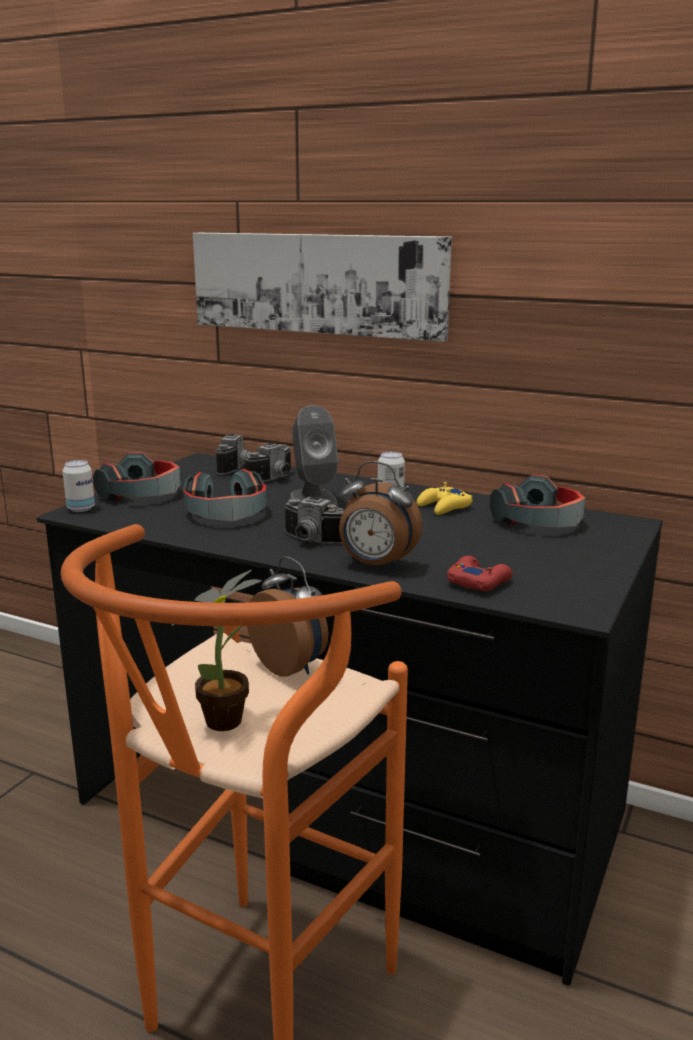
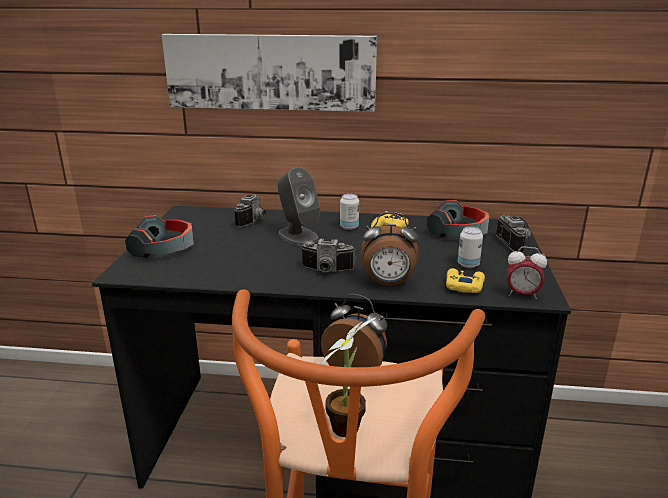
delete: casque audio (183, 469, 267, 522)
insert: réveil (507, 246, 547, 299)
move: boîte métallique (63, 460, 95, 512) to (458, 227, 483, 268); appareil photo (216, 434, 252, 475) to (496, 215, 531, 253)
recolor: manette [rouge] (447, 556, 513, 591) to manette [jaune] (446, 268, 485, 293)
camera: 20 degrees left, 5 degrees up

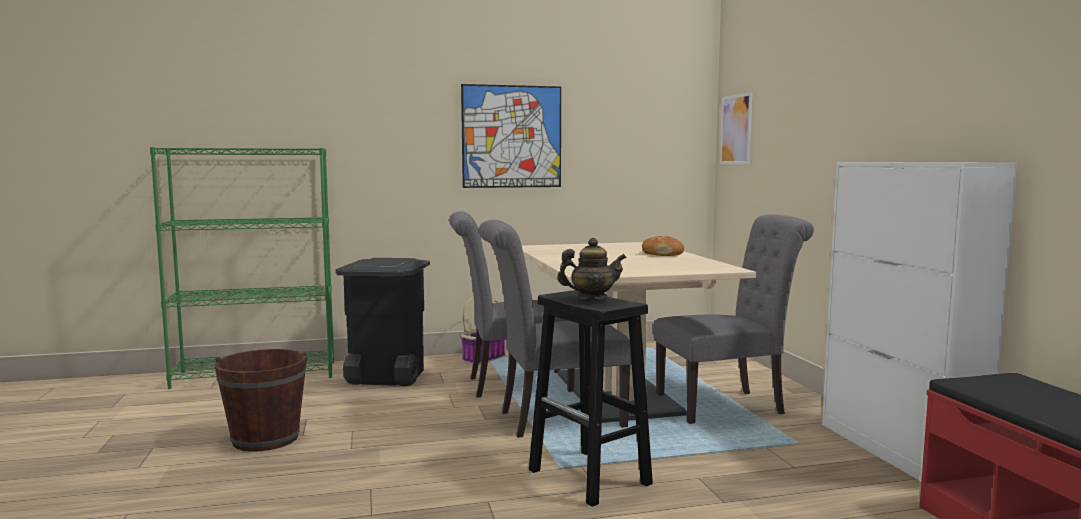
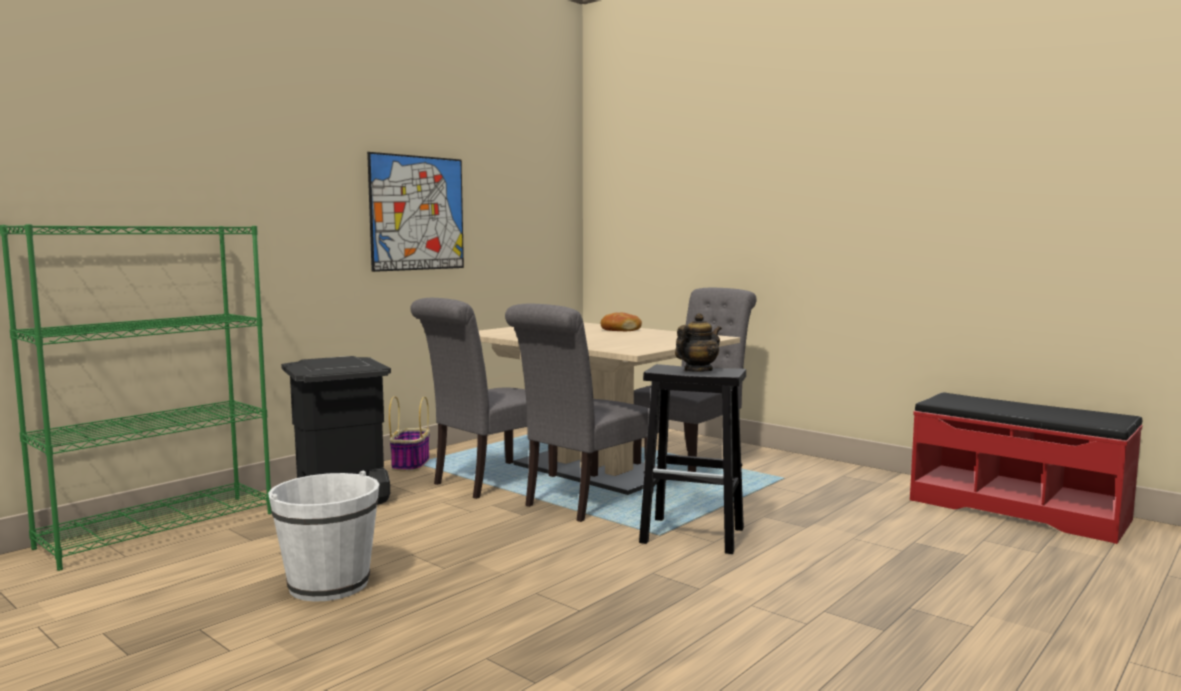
delete: tableau (720, 92, 752, 164); meuble de rangement [blanc] (822, 162, 1017, 481)
recolor: seau [marron] (214, 349, 307, 452) to seau [blanc] (268, 470, 380, 602)
camera: 35 degrees left, 0 degrees up

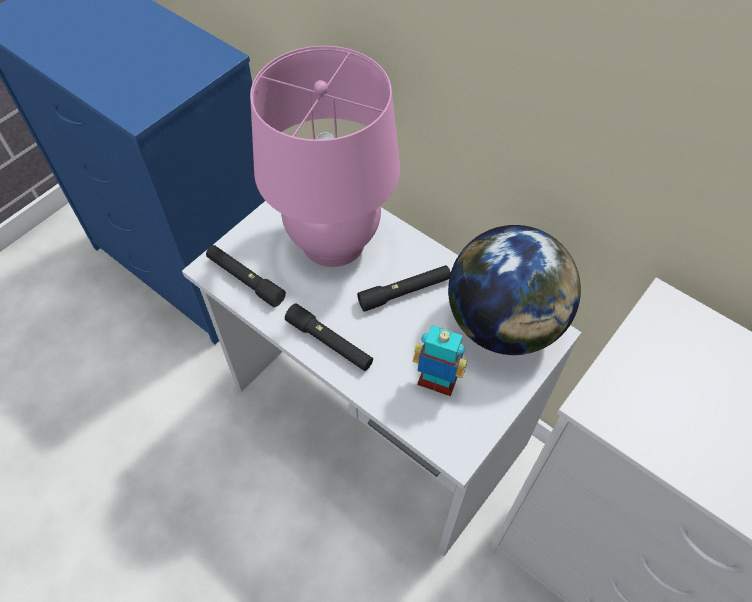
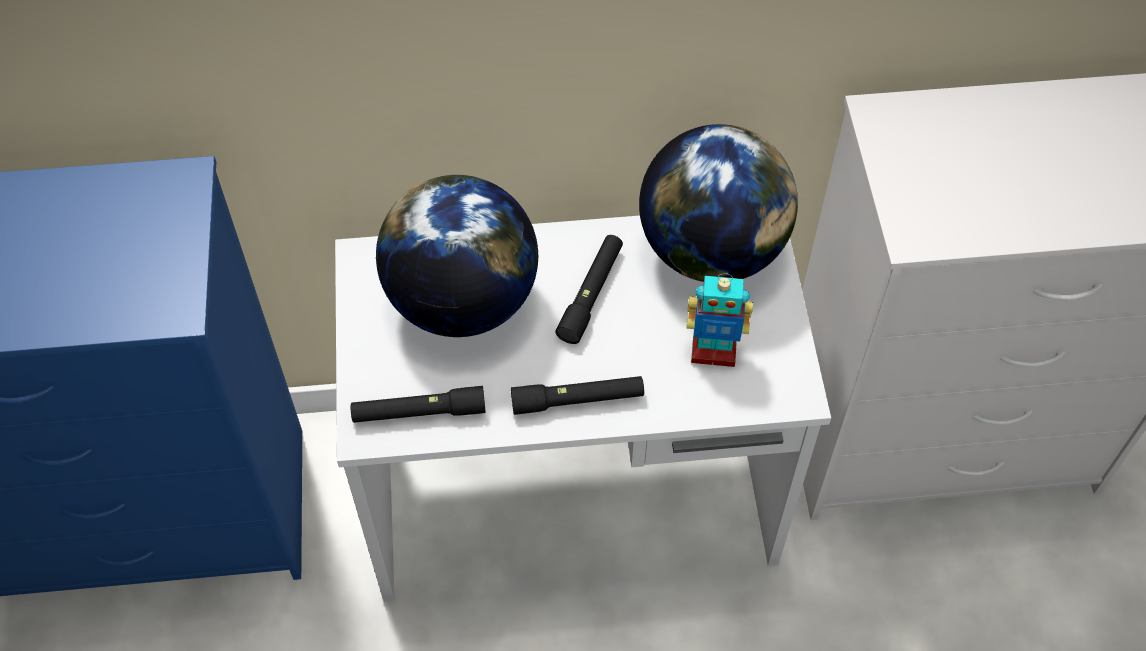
replace: lampe de table [rose] (250, 46, 400, 267) to globe (376, 175, 538, 337)
rotate: robot jouet (413, 325, 467, 396) = (686, 273, 753, 367) 150 degrees counterclockwise
camera: 45 degrees left, 0 degrees up

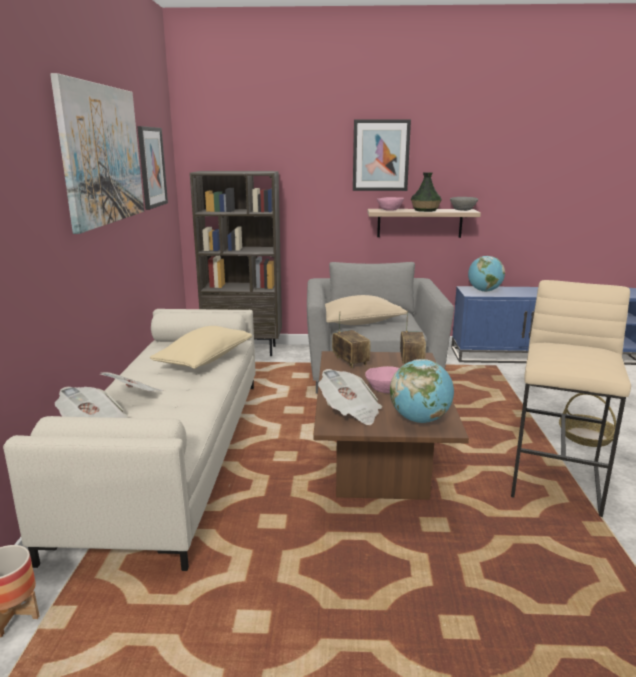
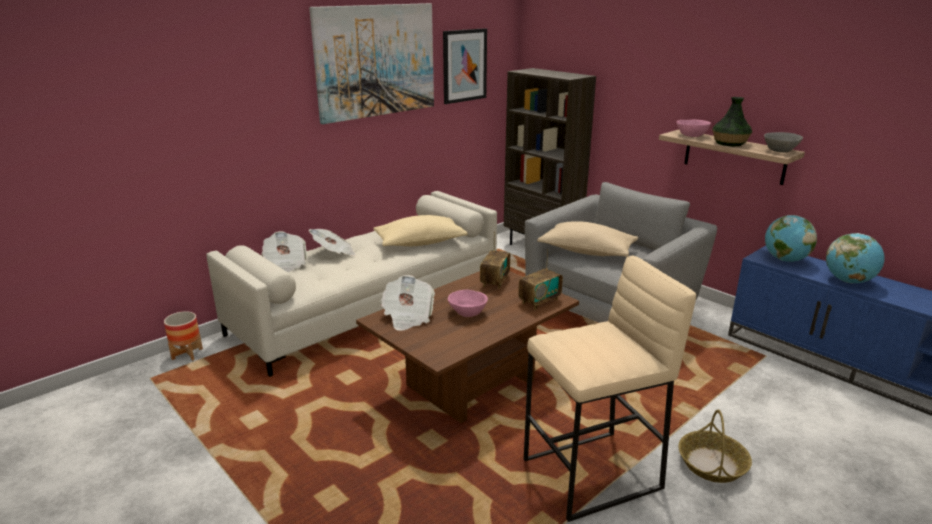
delete: tableau (353, 119, 411, 191)
move: globe (390, 359, 454, 423) to (826, 233, 885, 283)
camera: 45 degrees right, 5 degrees up

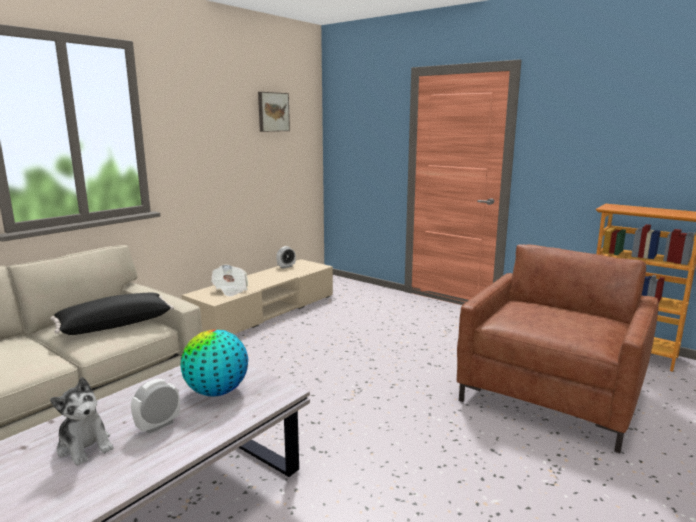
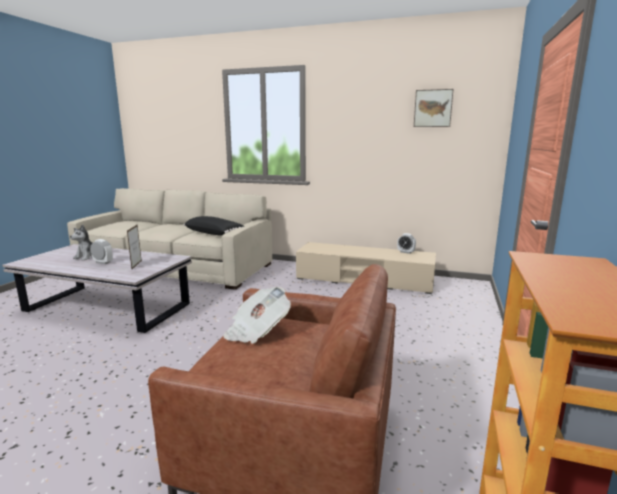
move: journal (211, 264, 248, 297) to (223, 287, 291, 344)
replace: globe (181, 329, 248, 397) to cadre photo (127, 225, 142, 269)
camera: 70 degrees right, 0 degrees up

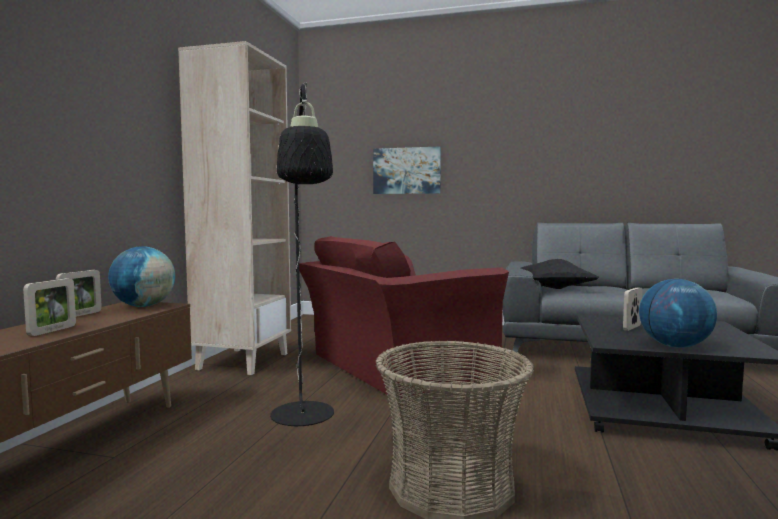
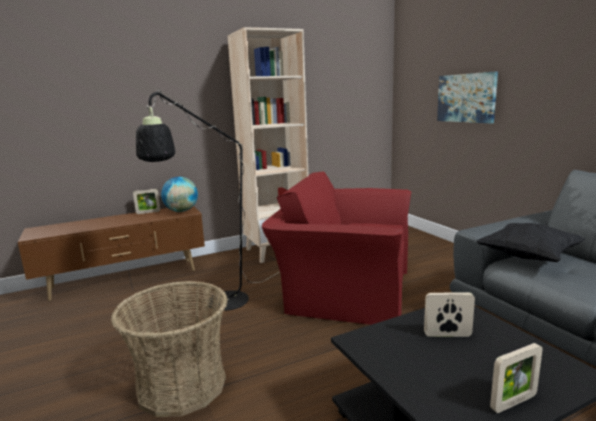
delete: globe (639, 279, 717, 348)
move: cadre photo (23, 278, 76, 336) to (490, 343, 543, 413)
camera: 50 degrees right, 10 degrees up

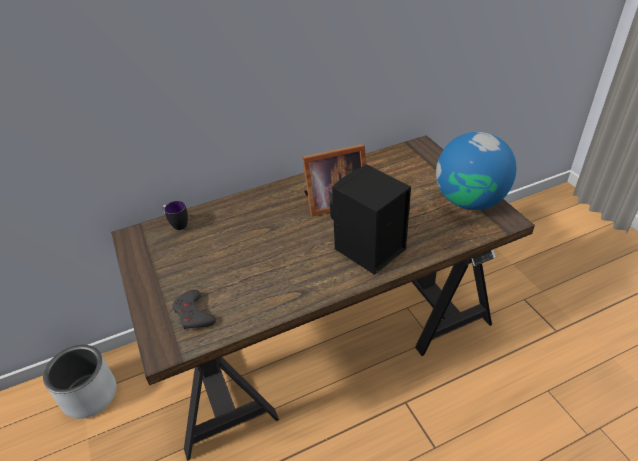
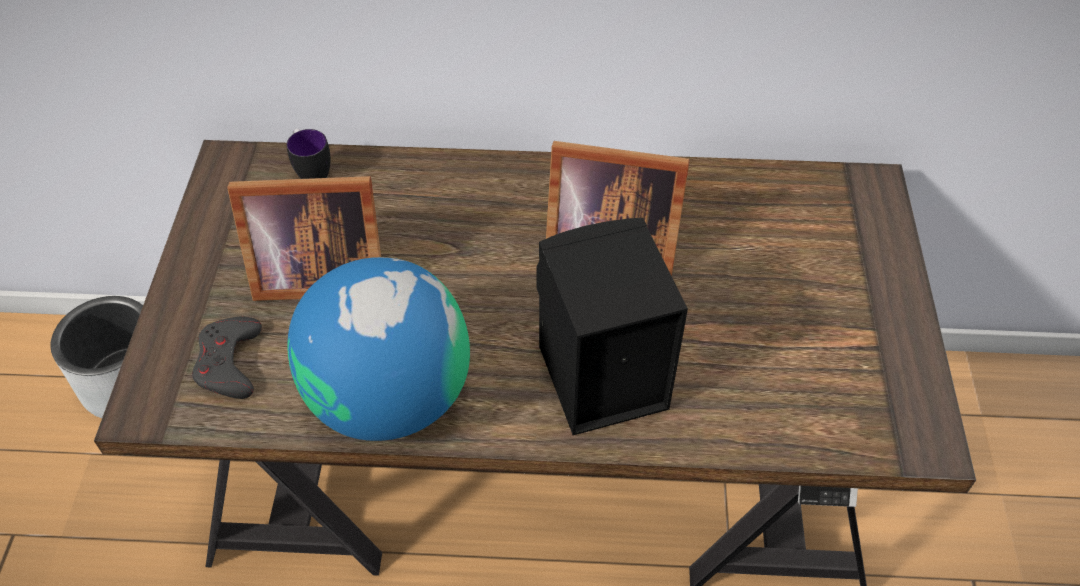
insert: cadre photo (227, 176, 381, 301)
move: globe (436, 132, 516, 210) to (287, 257, 470, 441)
camera: 25 degrees right, 10 degrees up

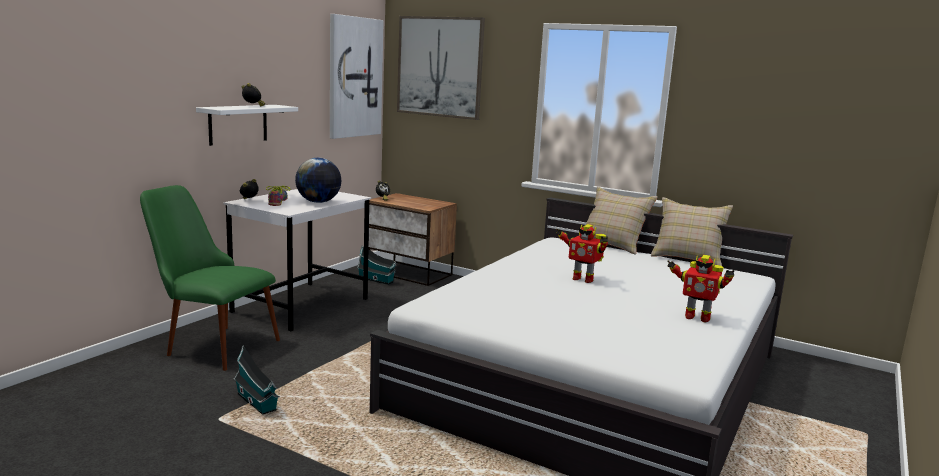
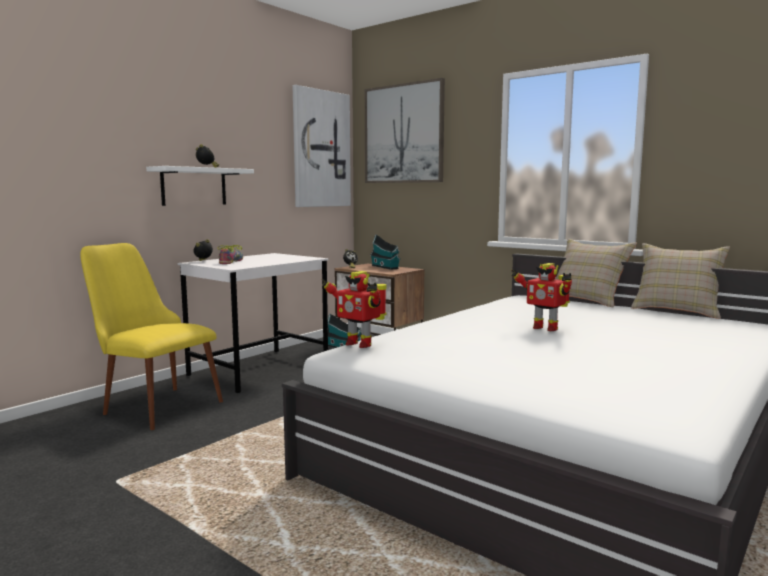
delete: globe (295, 158, 341, 203)
move: maison miniature (234, 345, 280, 415) to (370, 234, 400, 270); robot jouet (667, 255, 734, 322) to (322, 271, 386, 348)
recolor: chaise [vert] (140, 185, 280, 371) to chaise [jaune] (80, 243, 223, 430)
camera: 10 degrees right, 5 degrees down

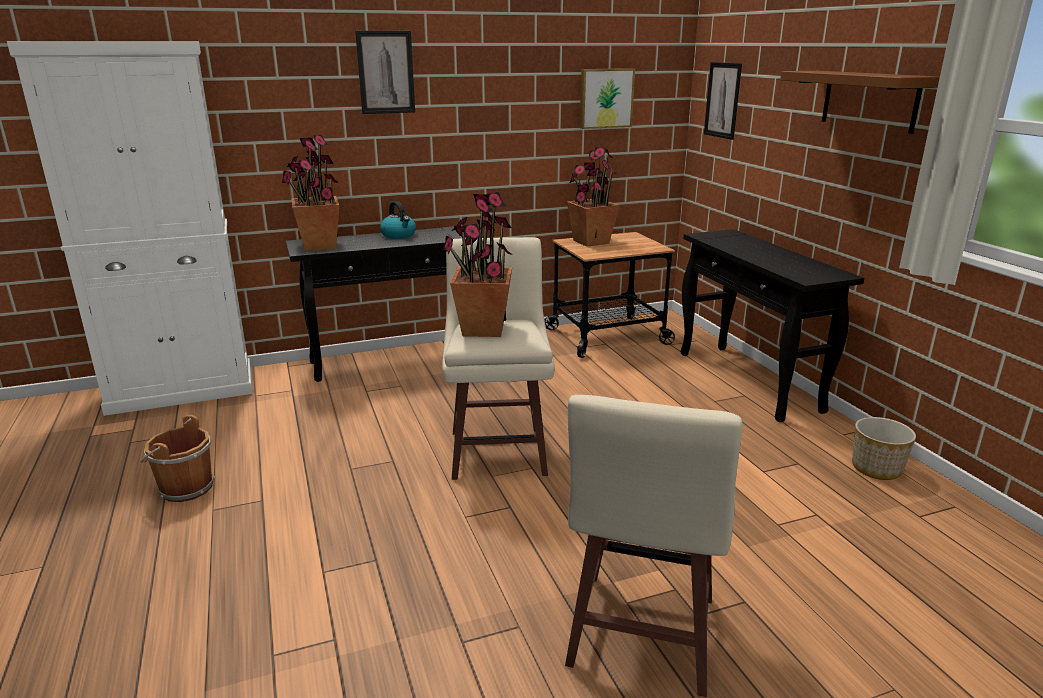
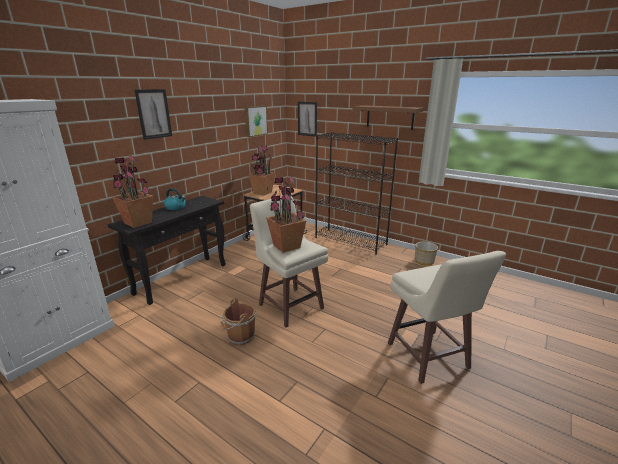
move: seau [marron] (140, 415, 215, 502) to (221, 298, 257, 345)
replace: table console [noir] (680, 229, 864, 423) to bibliothèque [noir] (315, 132, 398, 255)
camera: 35 degrees left, 0 degrees up

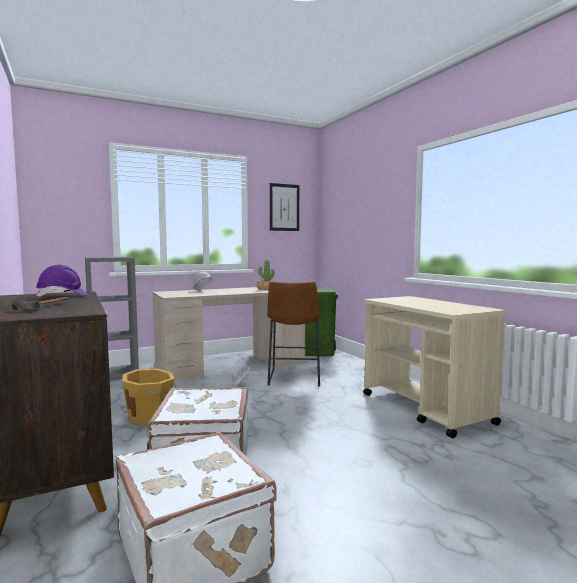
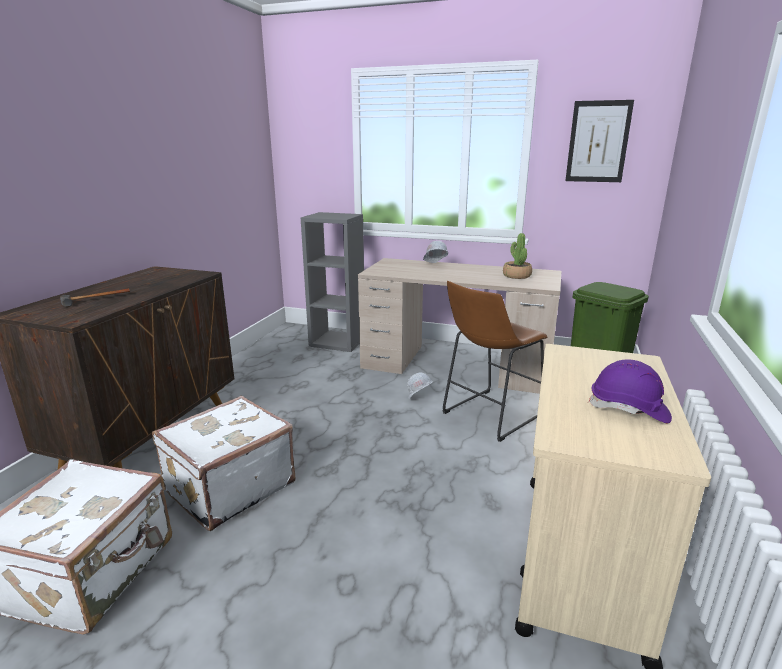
delete: seau [orange] (122, 369, 175, 425)
move: casque de chantier [violet] (36, 265, 88, 296) to (588, 359, 672, 424)
camera: 45 degrees right, 15 degrees up

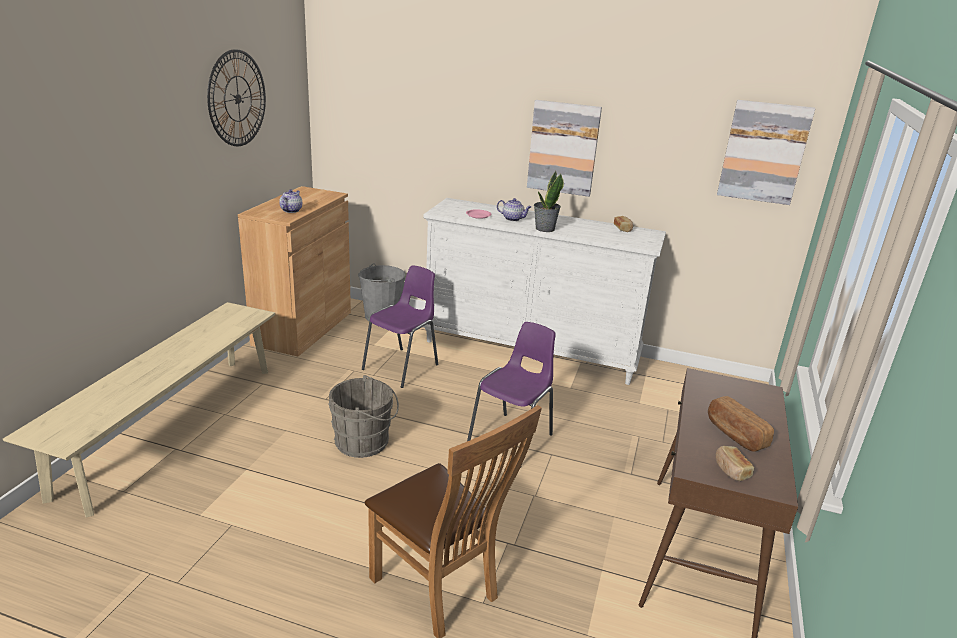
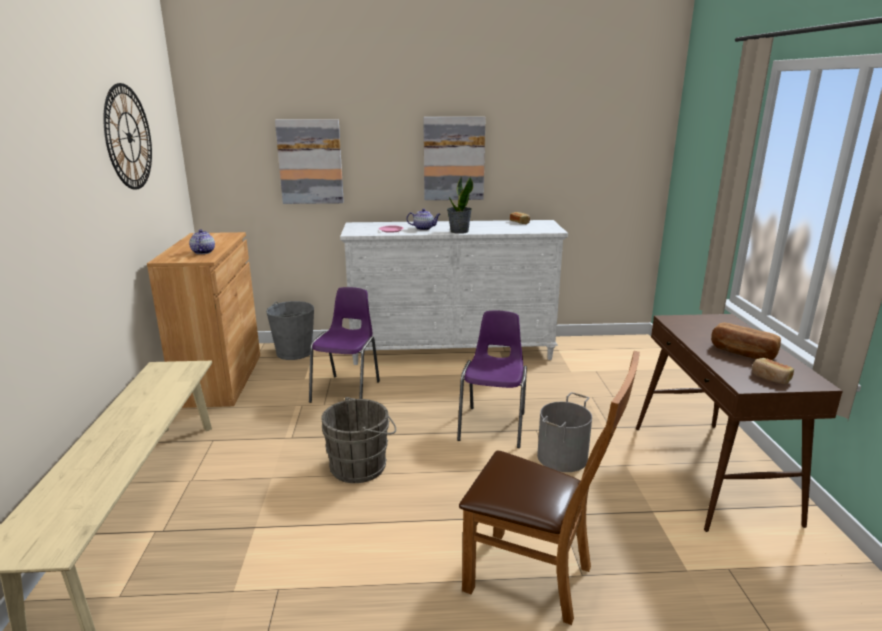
insert: seau [gris] (537, 392, 592, 472)
move: tableau (717, 100, 815, 205) to (275, 119, 344, 204)
camera: 20 degrees left, 5 degrees down

